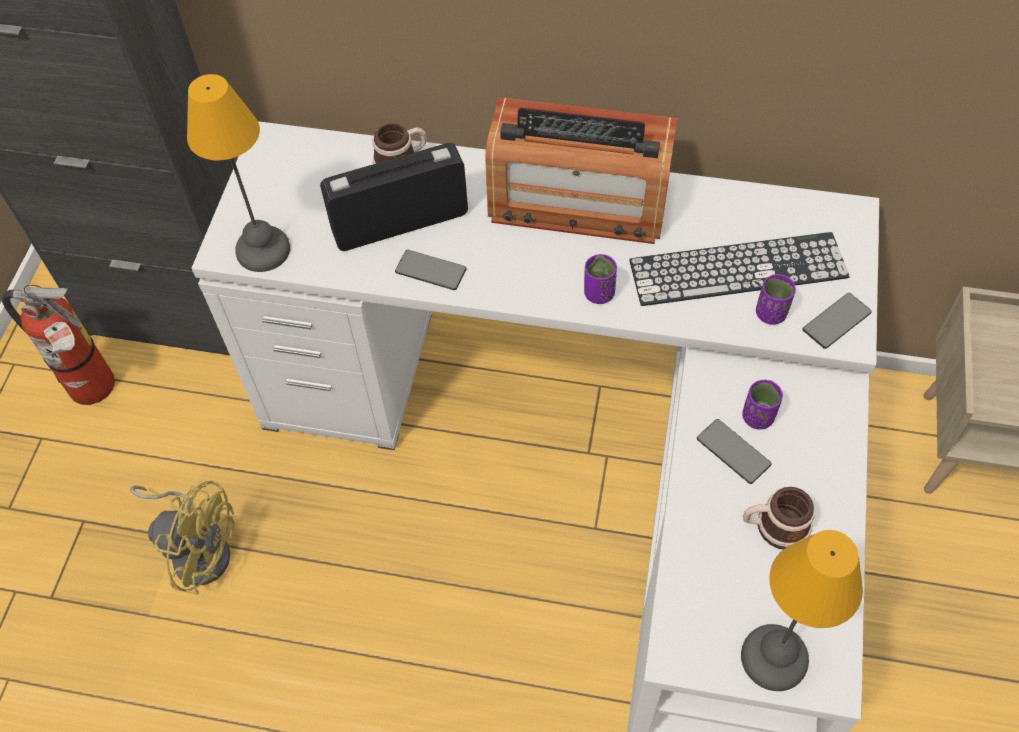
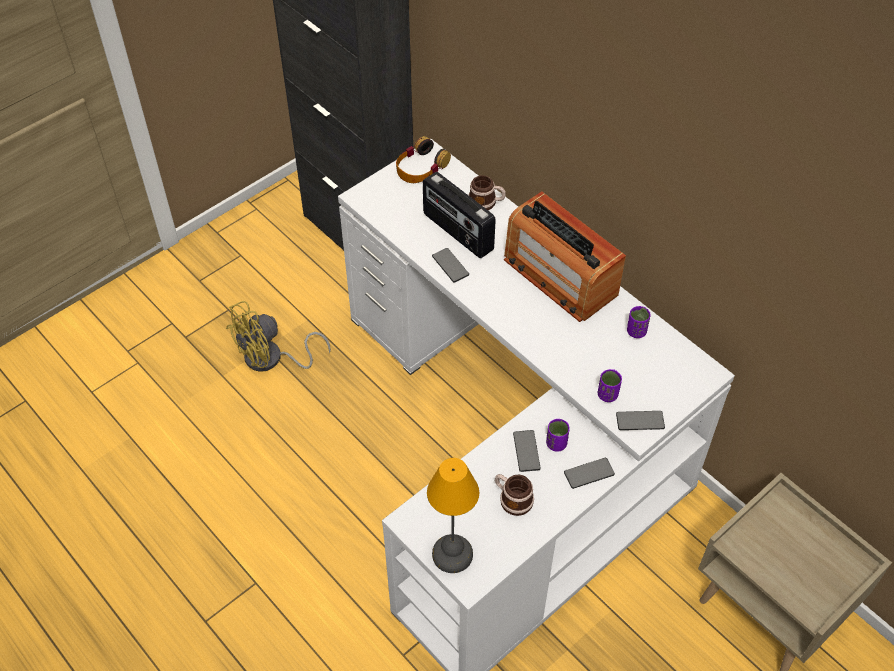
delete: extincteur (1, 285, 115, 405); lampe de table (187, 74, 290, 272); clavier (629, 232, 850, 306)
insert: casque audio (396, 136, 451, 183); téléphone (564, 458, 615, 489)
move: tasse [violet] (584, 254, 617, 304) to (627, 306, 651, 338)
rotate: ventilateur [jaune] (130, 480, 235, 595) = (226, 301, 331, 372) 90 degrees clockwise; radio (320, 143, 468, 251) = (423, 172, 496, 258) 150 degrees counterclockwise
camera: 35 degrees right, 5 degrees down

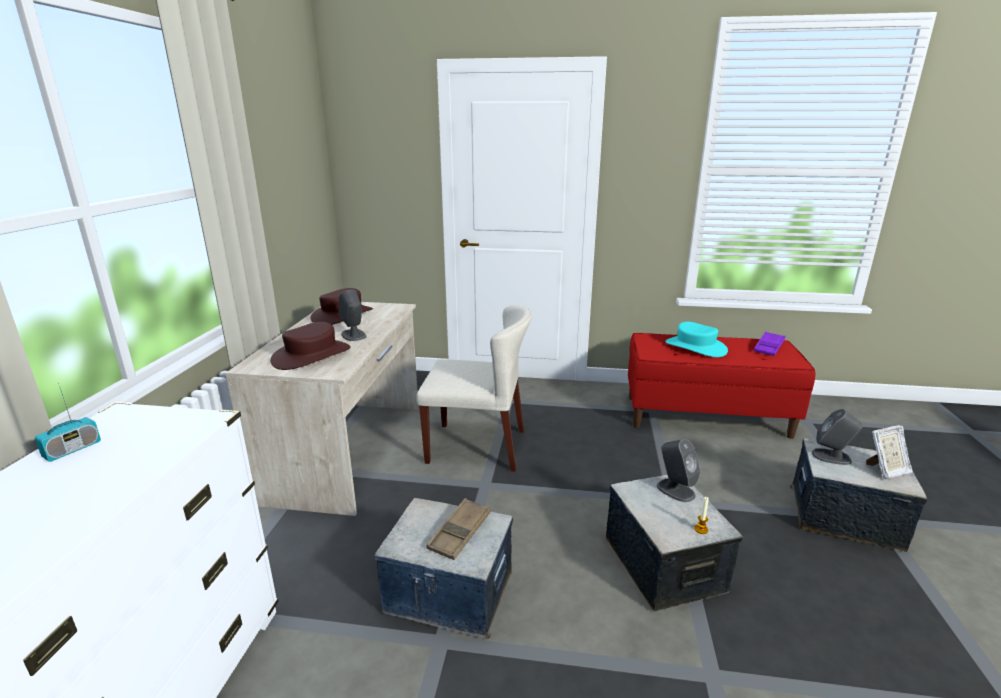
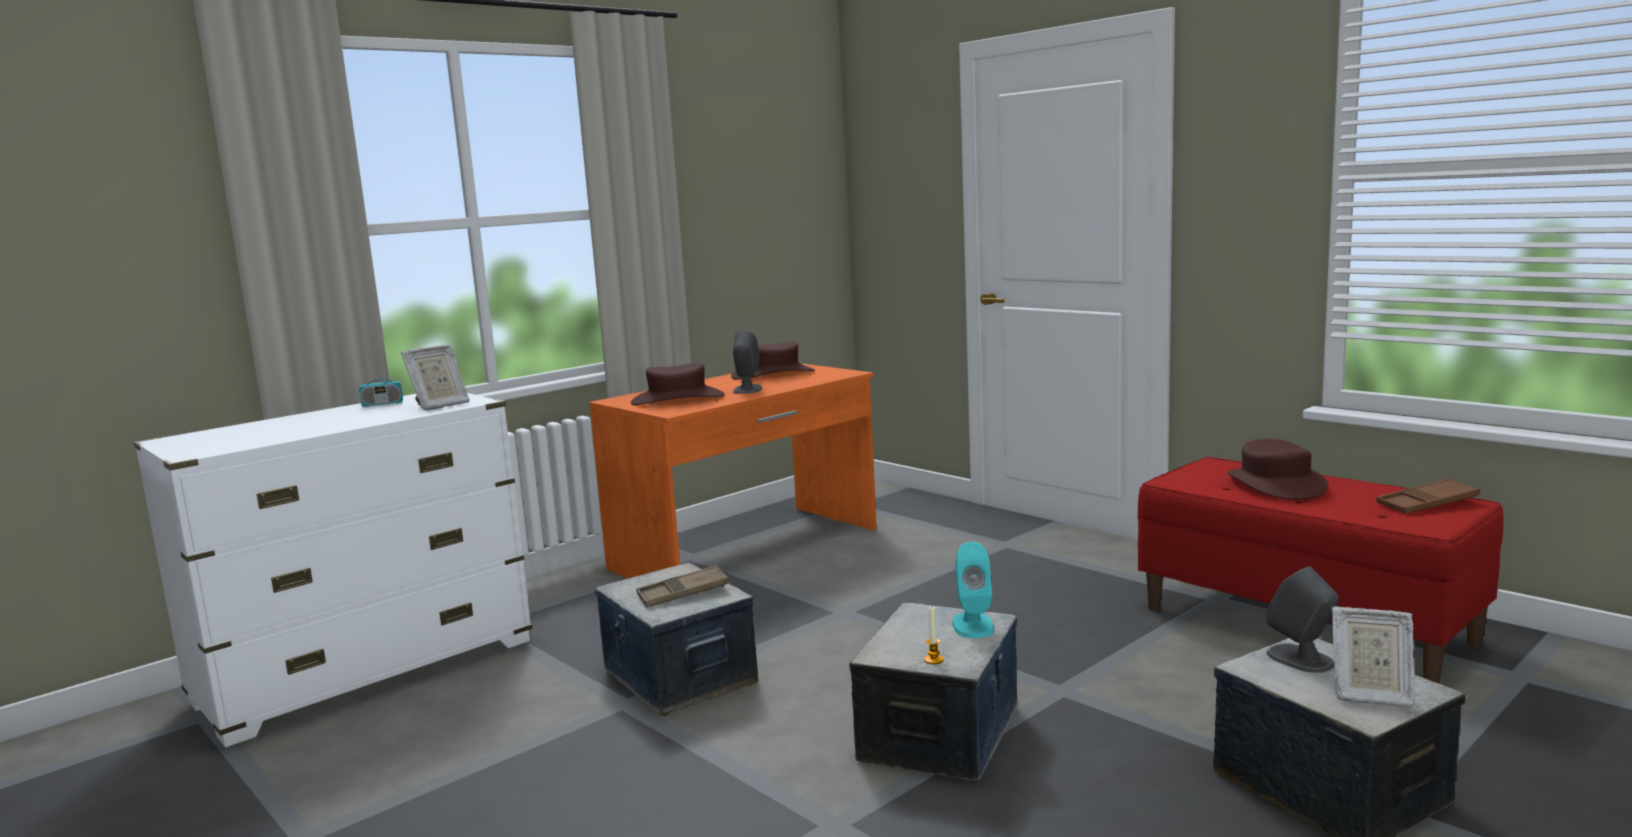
delete: chaise [beige] (416, 305, 532, 472)
insert: cadre photo (401, 344, 469, 410)
recolor: bureau [beige] (226, 302, 419, 516) to bureau [orange] (589, 363, 877, 579); enceinte [gris] (657, 439, 700, 502) to enceinte [turquoise] (952, 542, 994, 638); chapeau [turquoise] (665, 322, 728, 357) to chapeau [marron] (1227, 438, 1328, 500); plateau [violet] (754, 332, 786, 356) to plateau [marron] (1377, 478, 1480, 514)
camera: 40 degrees right, 10 degrees down

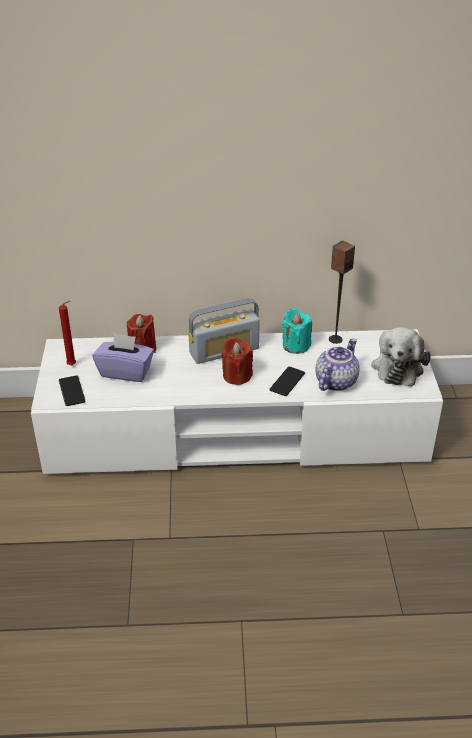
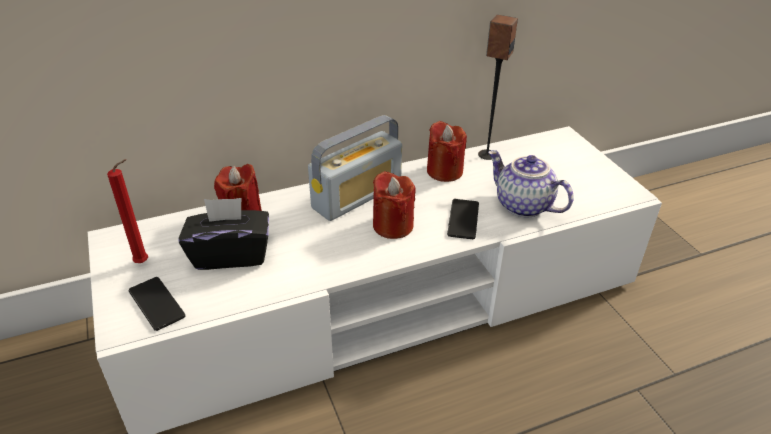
delete: peluche (371, 327, 431, 387)
recolor: boîte à mouchoirs [violet] (92, 333, 154, 382) to boîte à mouchoirs [noir] (178, 198, 269, 270); bougie [turquoise] (282, 308, 312, 354) to bougie [rouge] (427, 121, 467, 182)
rotate: théière (316, 339, 360, 391) = (488, 150, 574, 217) 60 degrees counterclockwise
camera: 20 degrees left, 0 degrees up

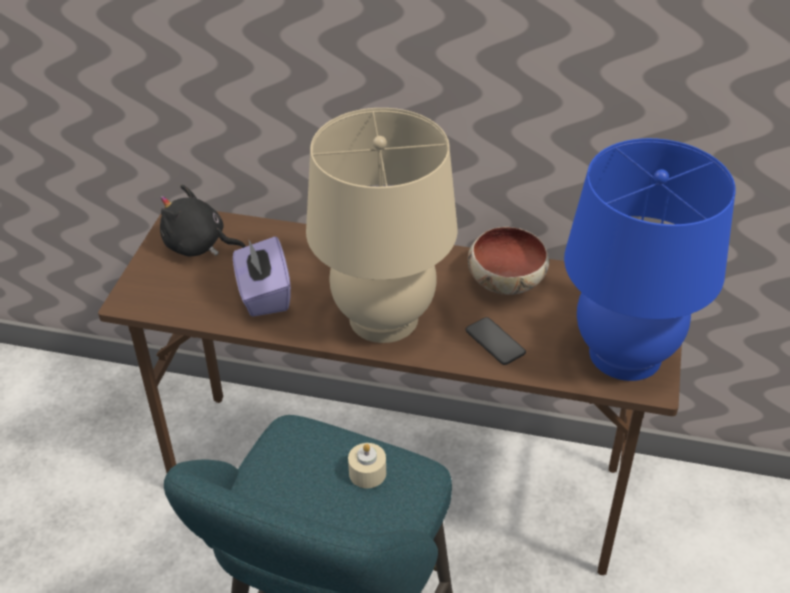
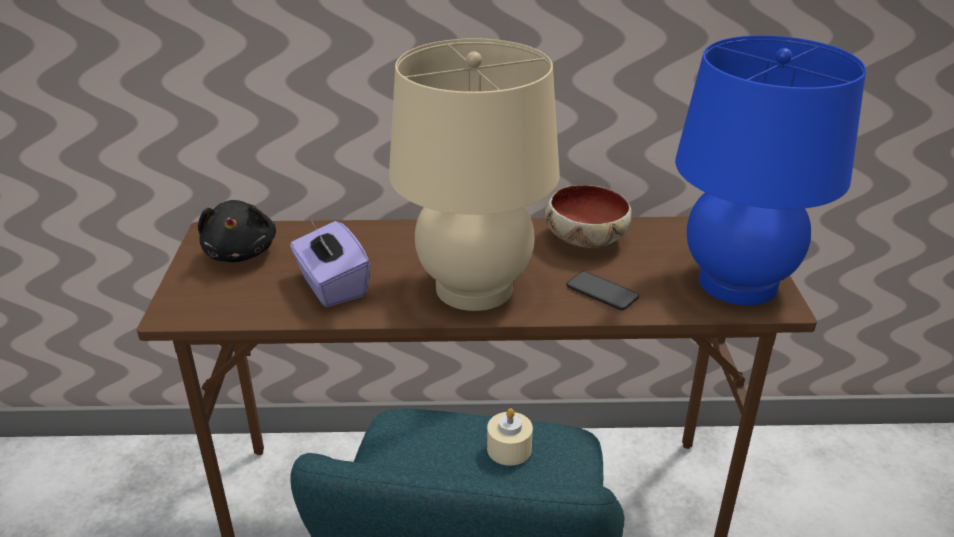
rotate: peluche [noir] (160, 185, 246, 257) = (198, 200, 276, 262) 105 degrees counterclockwise
camera: 15 degrees left, 10 degrees down

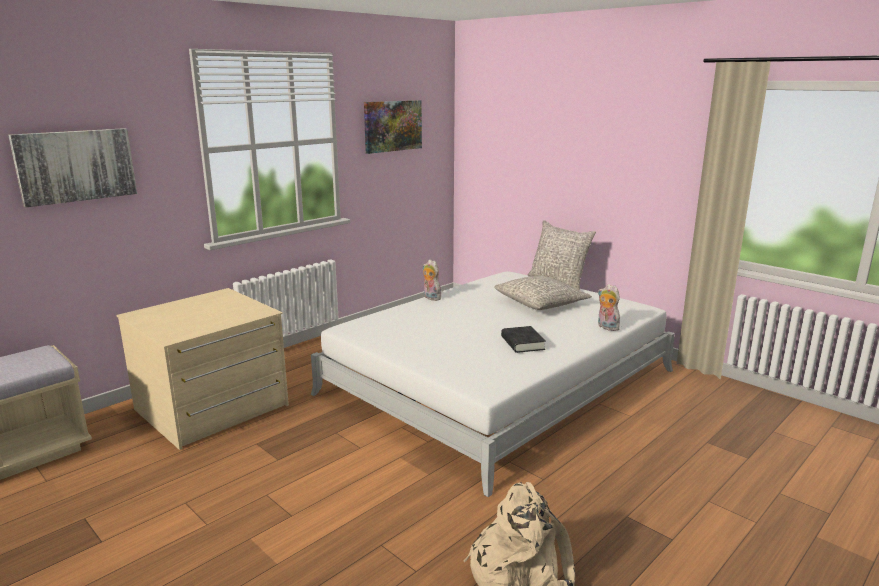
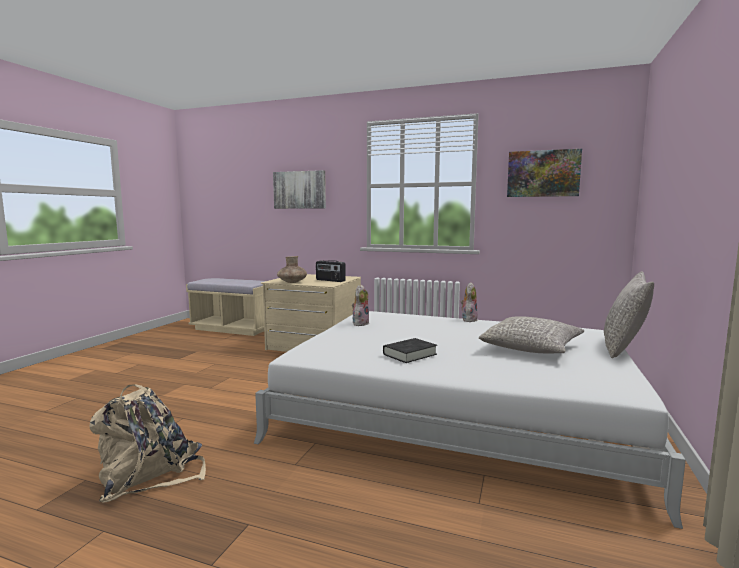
insert: vase [marron] (277, 256, 307, 283); radio (316, 260, 346, 282)
move: peluche (598, 284, 620, 331) to (352, 285, 369, 326)
camera: 65 degrees right, 10 degrees down

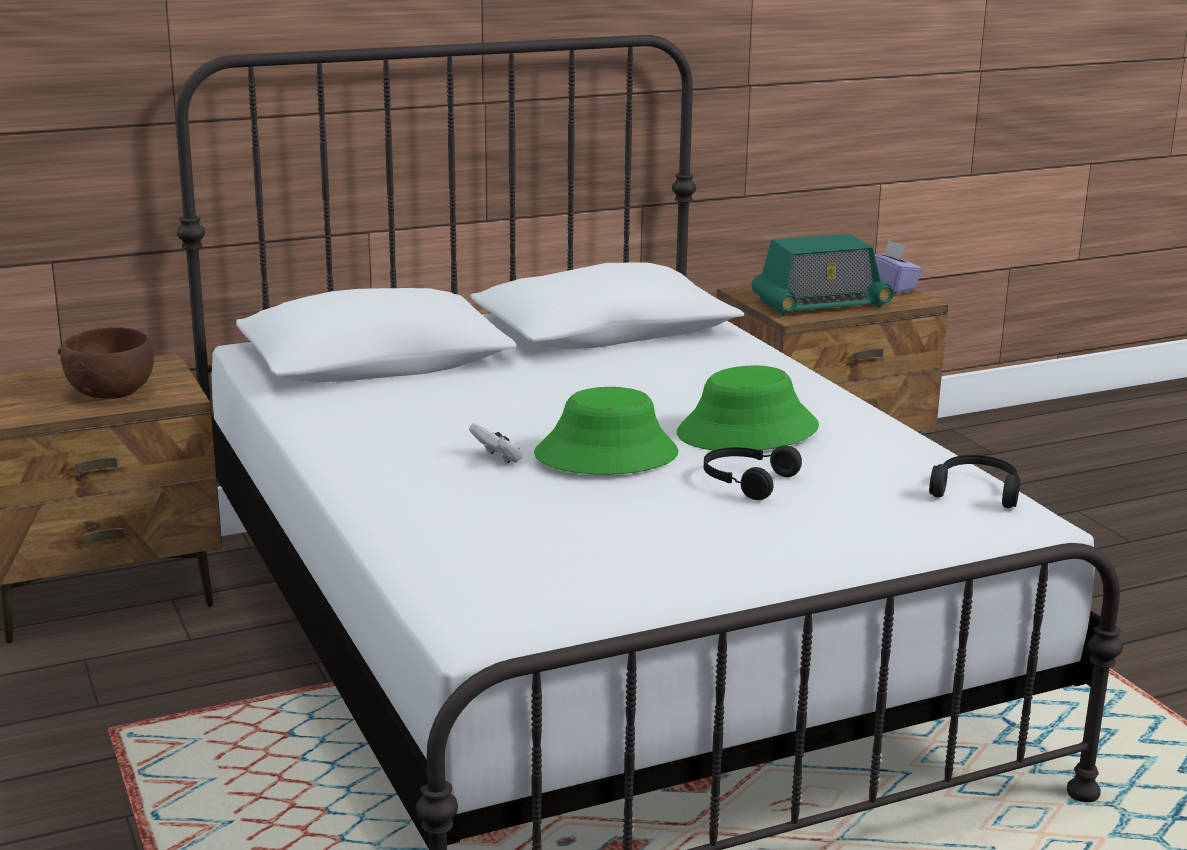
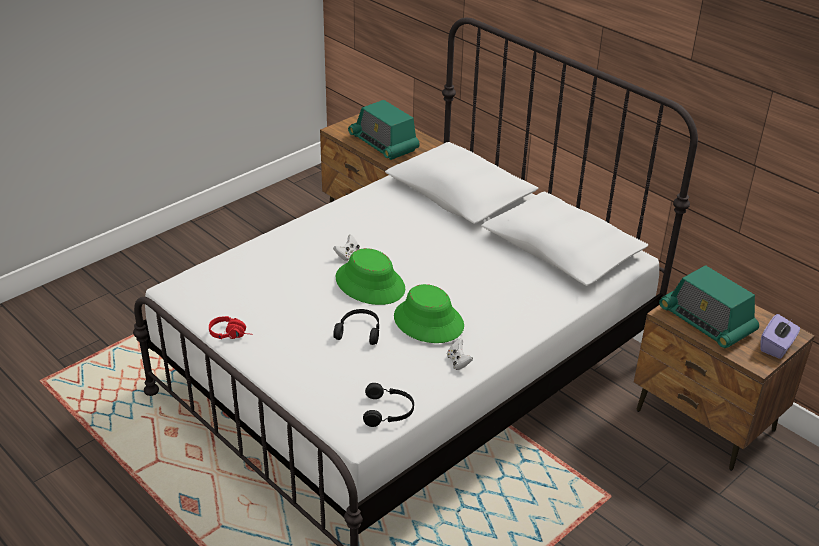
insert: casque audio [rouge] (209, 316, 253, 339); manette [blanc] (447, 339, 473, 370)
replace: bol [marron] (58, 327, 154, 399) to radio (348, 100, 420, 160)
camera: 70 degrees right, 15 degrees up

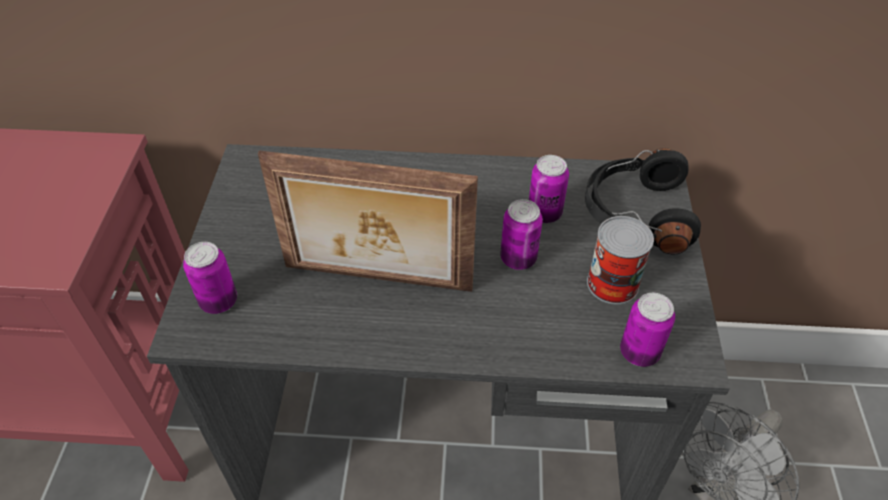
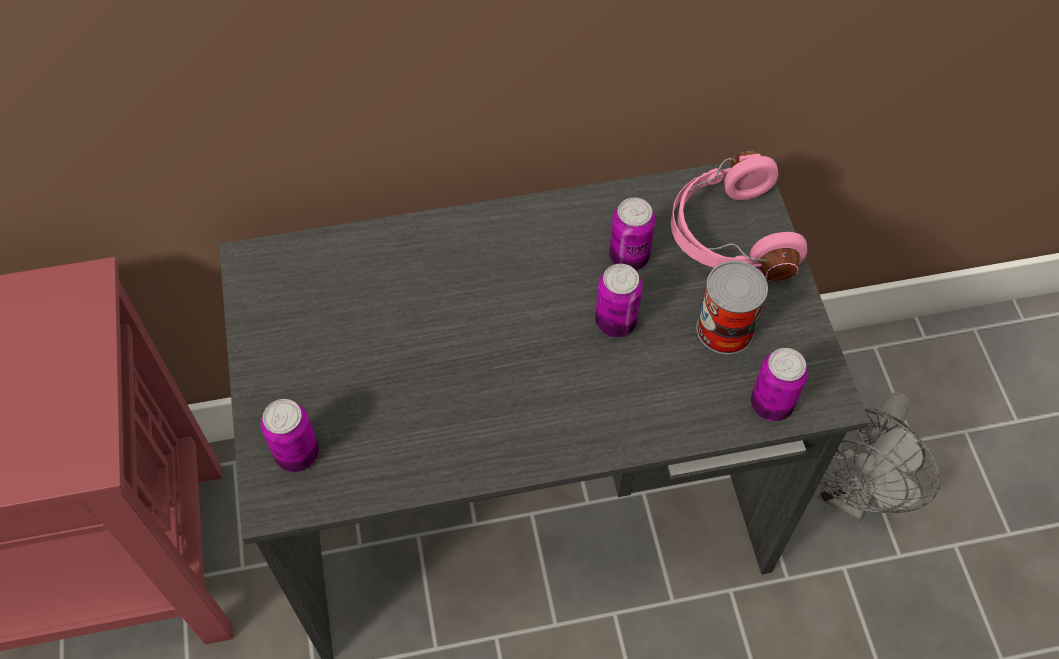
delete: cadre photo (258, 151, 478, 292)
recolor: casque audio [noir] (585, 148, 701, 255) to casque audio [rose] (671, 151, 807, 282)
camera: 15 degrees left, 10 degrees up

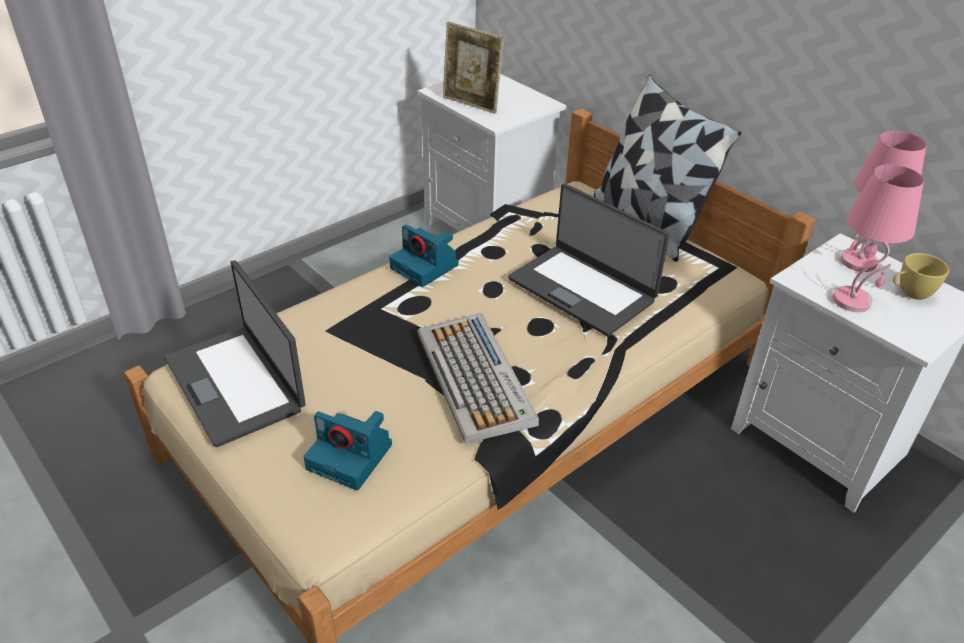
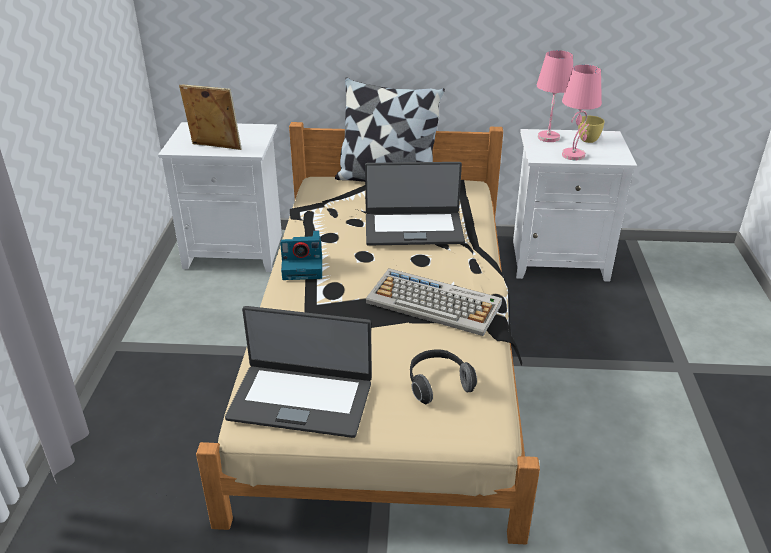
replace: appareil photo (304, 411, 392, 490) to casque audio (410, 349, 477, 404)
rotate: cadre photo (443, 21, 504, 114) = (179, 85, 242, 150) 150 degrees counterclockwise
camera: 45 degrees left, 5 degrees down

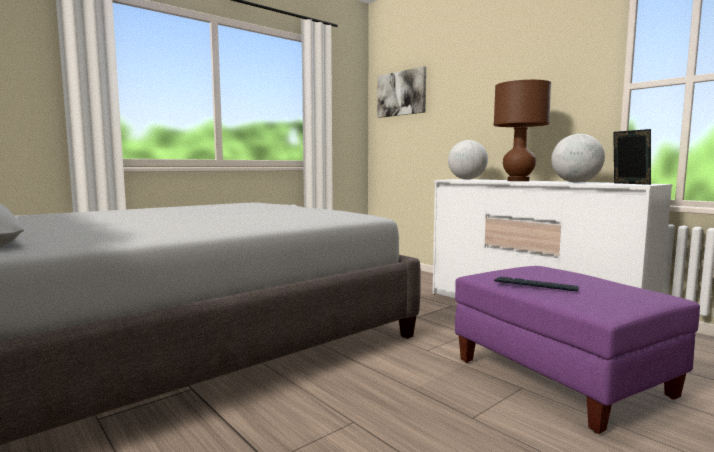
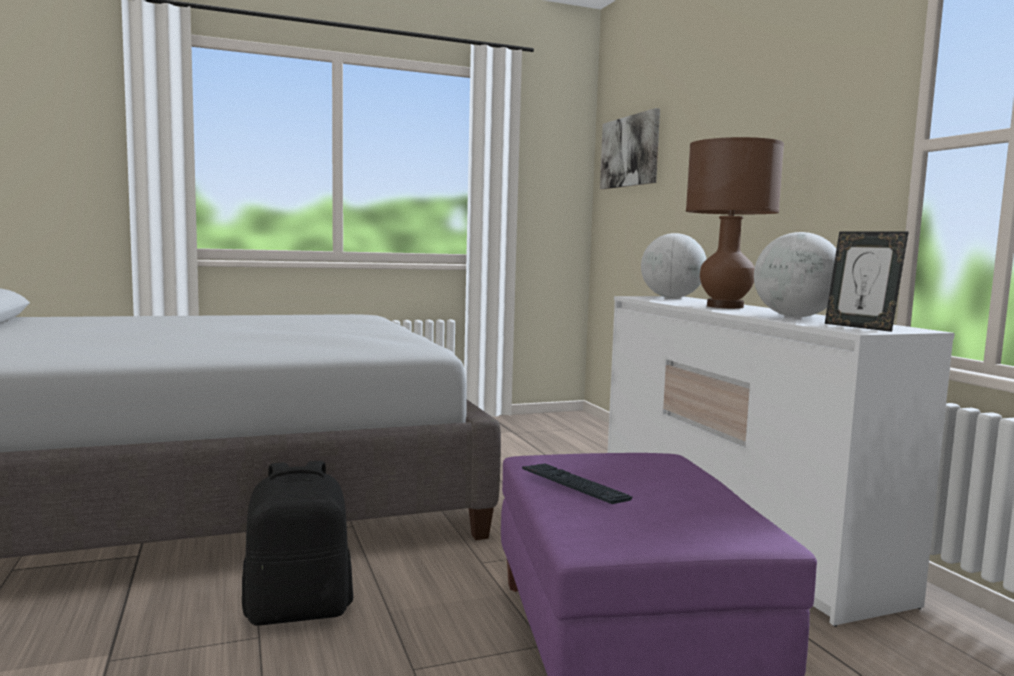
insert: sac à dos [noir] (242, 461, 353, 625)
rotate: cadre photo (613, 129, 651, 185) = (825, 231, 908, 332) 150 degrees clockwise
camera: 20 degrees right, 0 degrees up

